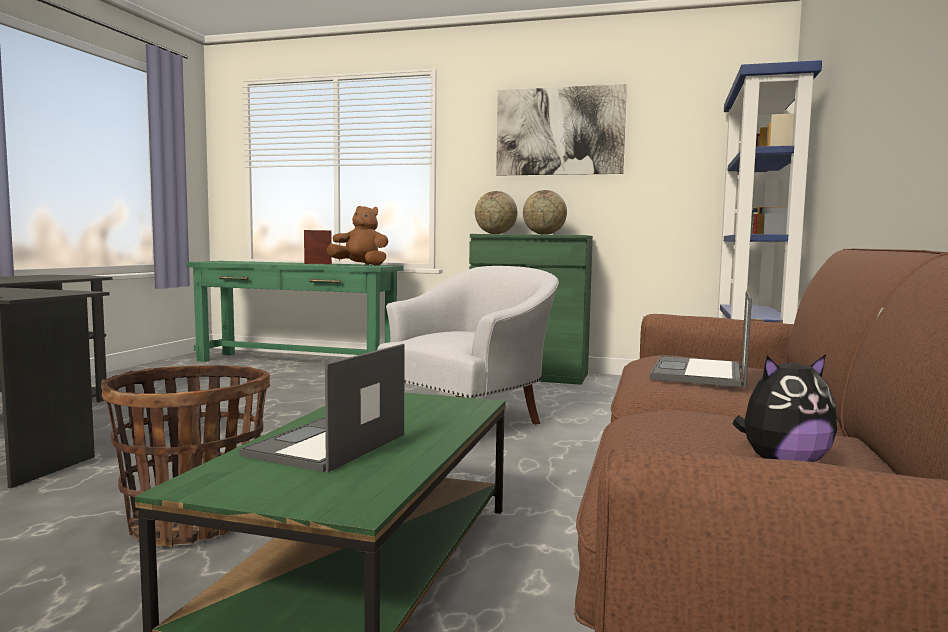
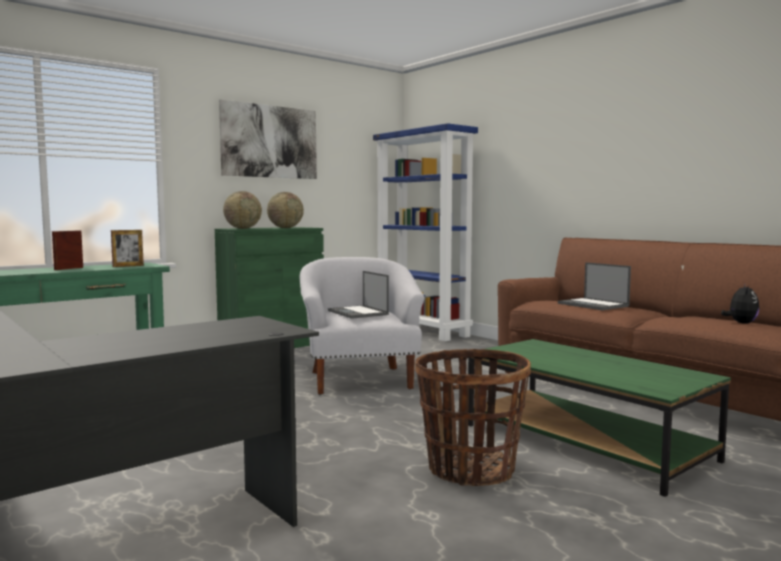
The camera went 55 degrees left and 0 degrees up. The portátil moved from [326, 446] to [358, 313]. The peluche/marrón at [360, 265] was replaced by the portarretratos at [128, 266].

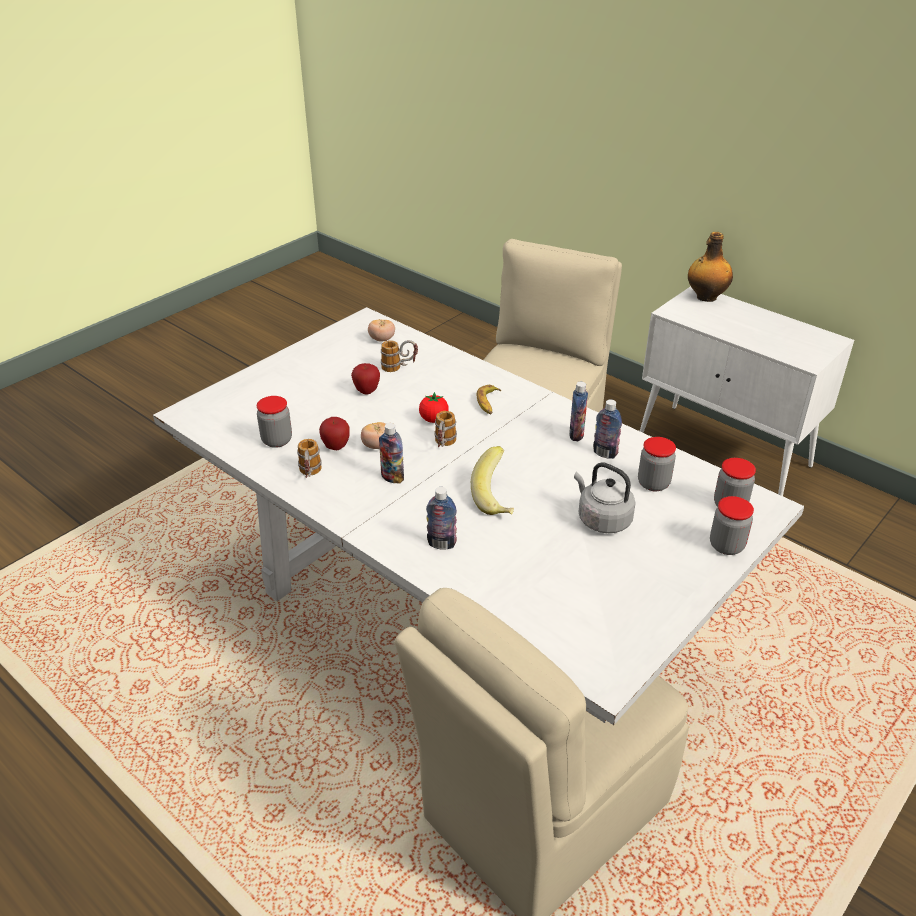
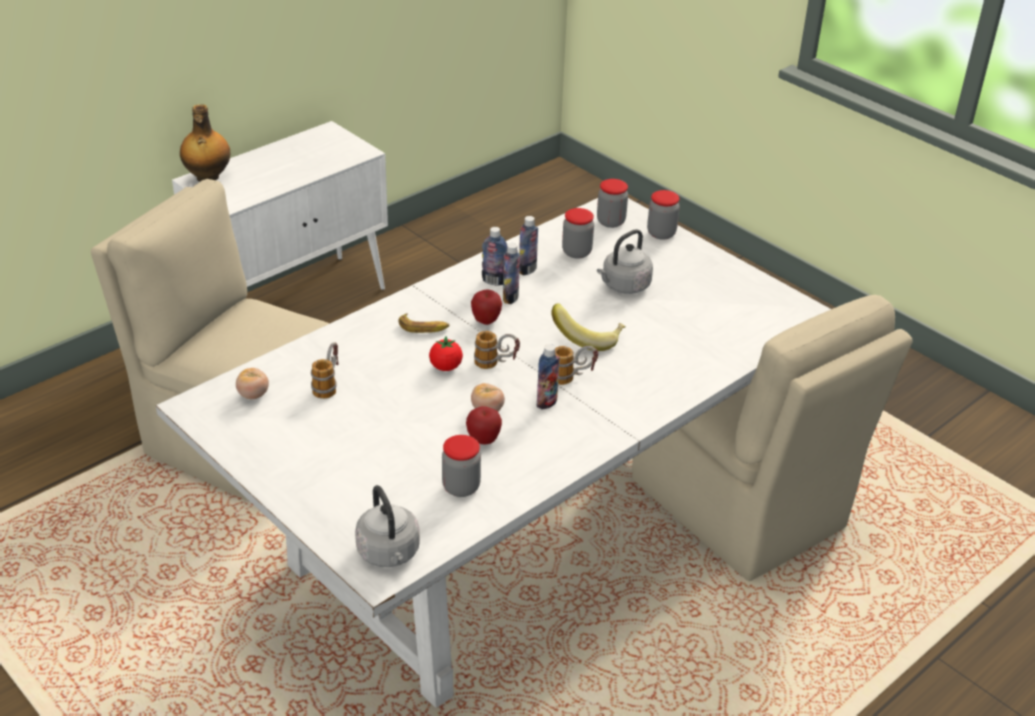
The camera went 85 degrees left and 0 degrees up. The hervidor/gris at [389, 554] appeared. The taza grande moved from [310, 475] to [572, 378]. The manzana moved from [366, 391] to [486, 321]. The botella moved from [441, 544] to [510, 297].

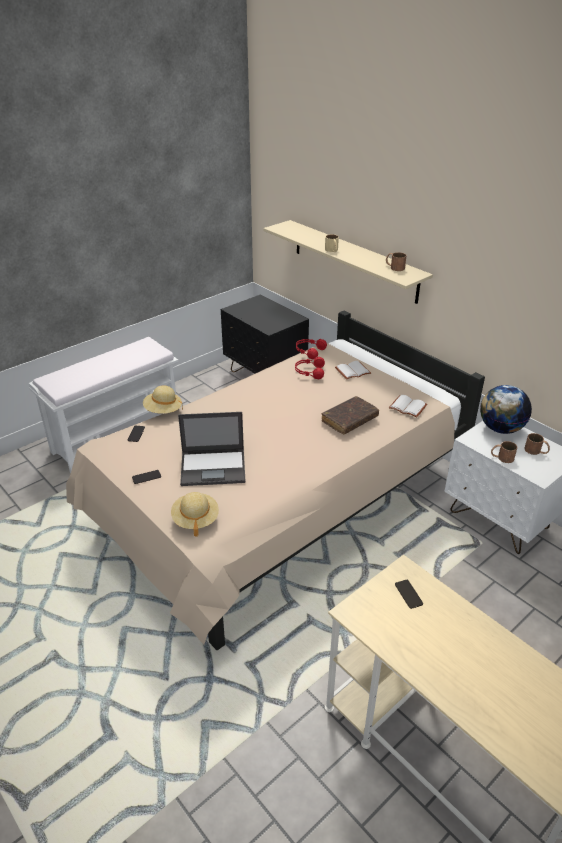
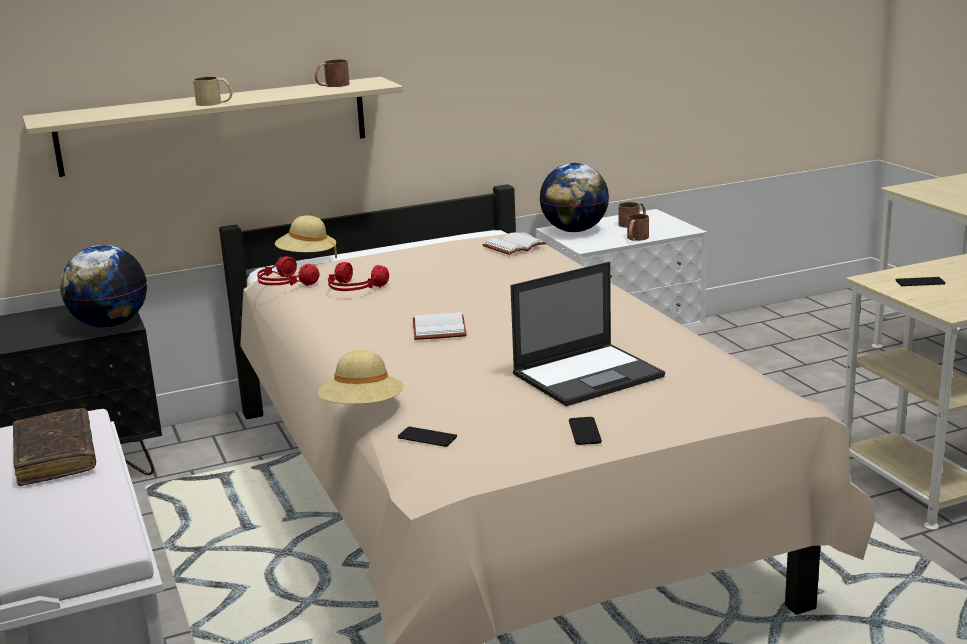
The camera went 70 degrees left and 15 degrees down. The globo terráqueo at [110, 325] appeared. The sombrero/beis moved from [195, 519] to [307, 257]. The libro/marrón moved from [349, 420] to [55, 457]. The libro/blanco moved from [353, 371] to [437, 329]. The portátil at [214, 467] turned 45 degrees clockwise.

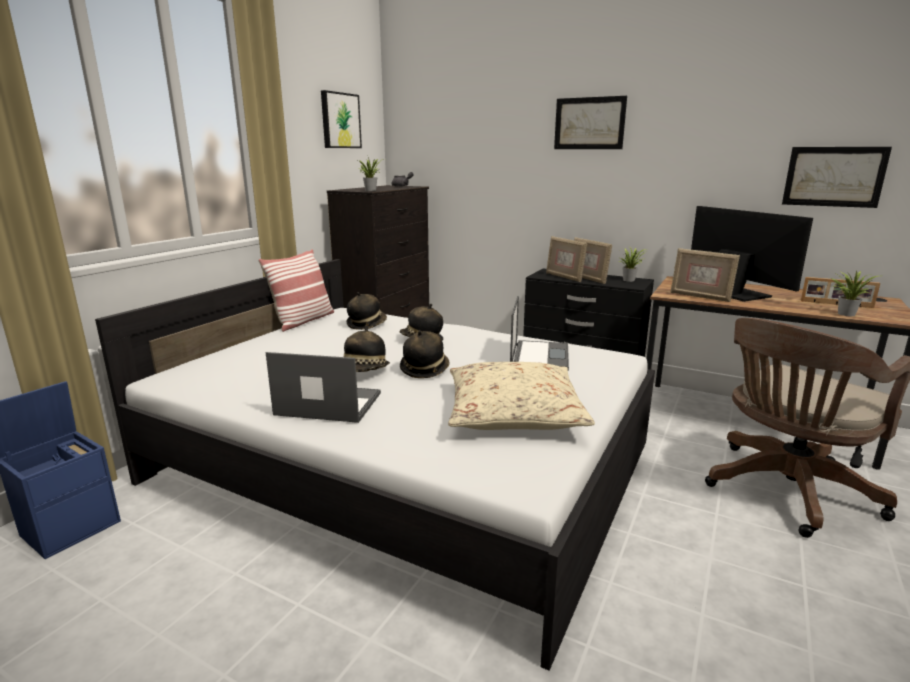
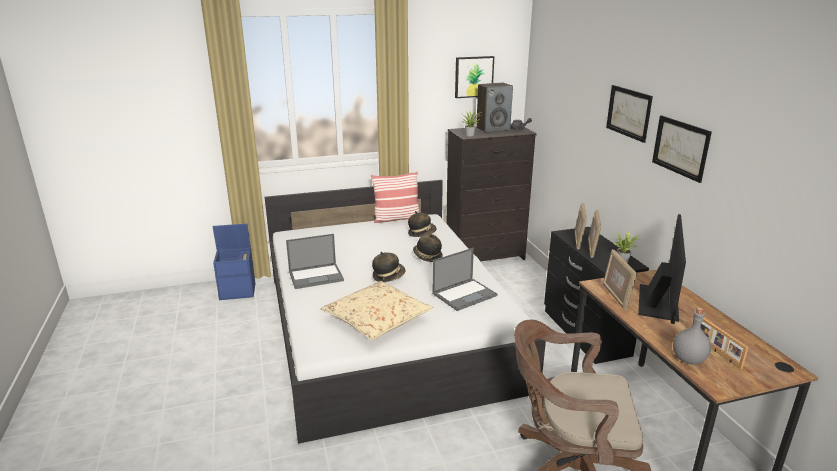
The camera went 45 degrees right and 5 degrees up. The sombrero at [365, 371] disappeared. The altavoz at [493, 129] appeared. The cuadro moved from [833, 176] to [680, 147]. The planta en maceta at [845, 313] was replaced by the botella/gris at [688, 359]. The portátil at [327, 404] turned 105 degrees clockwise.

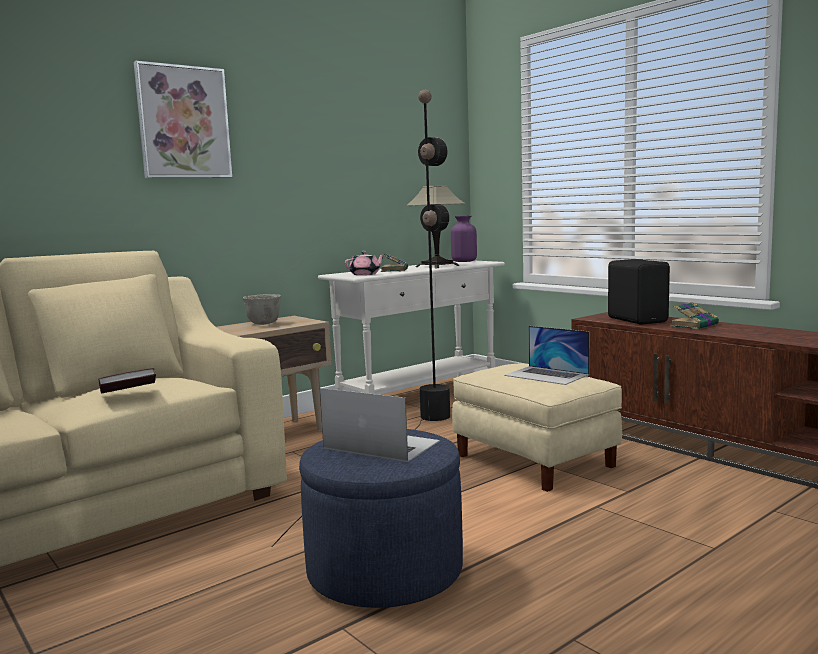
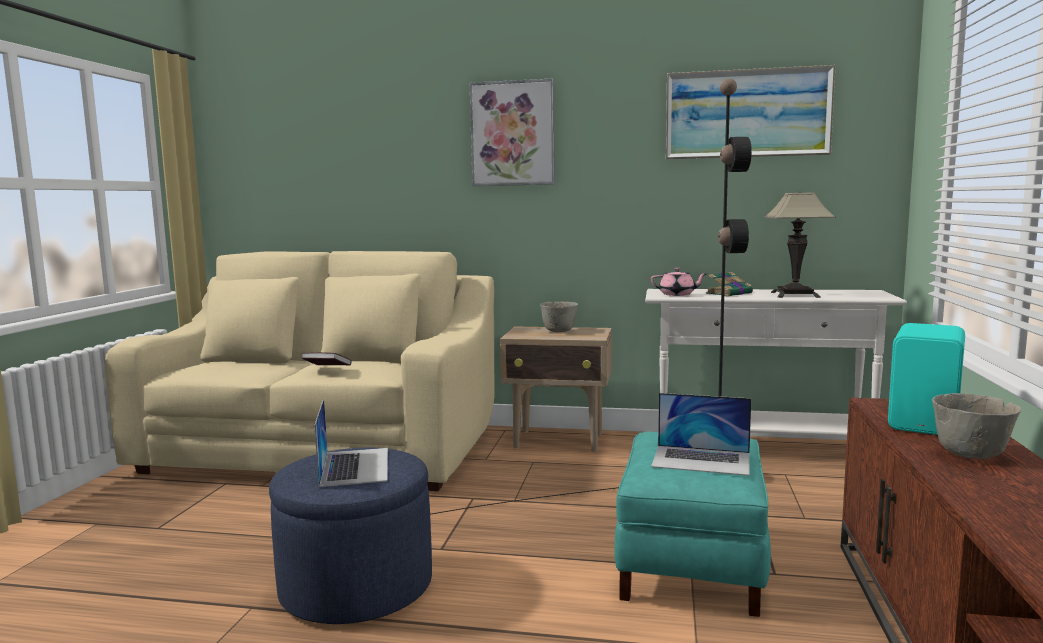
The camera went 50 degrees right and 0 degrees up. The florero/morado at [464, 261] disappeared. The cuadro at [747, 114] appeared. The libro at [694, 325] was replaced by the cuenco/gris at [972, 454]. The puf/beis at [535, 461] became the puf/turquesa at [692, 565]. The altavoz/negro at [638, 320] became the altavoz/turquesa at [926, 422]. The portátil at [546, 375] turned 75 degrees counterclockwise.

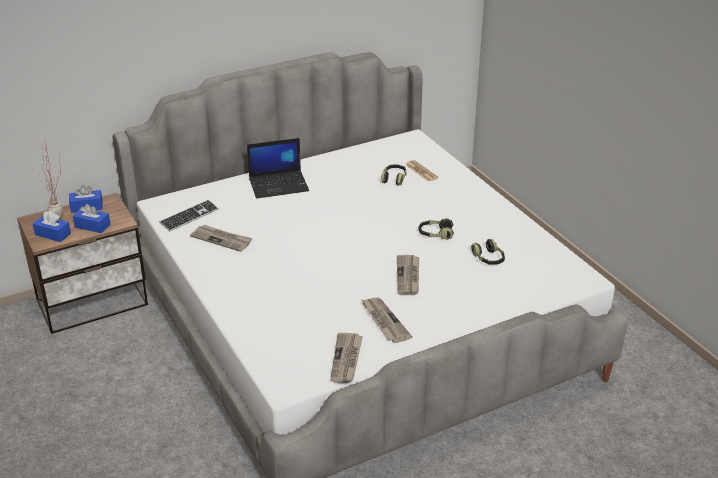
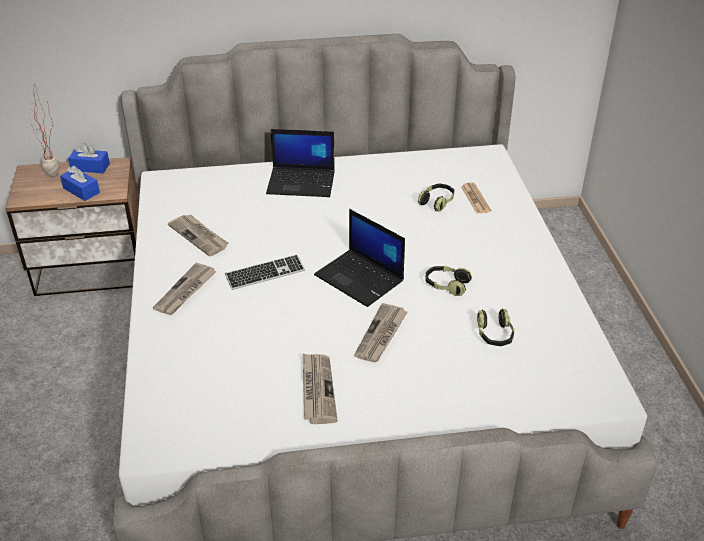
The camera went 20 degrees right and 5 degrees up. The caja de pañuelos/azul at [53, 234] disappeared. The portátil at [360, 278] appeared. The teclado moved from [189, 217] to [265, 274]. The periódico moved from [346, 359] to [185, 291].

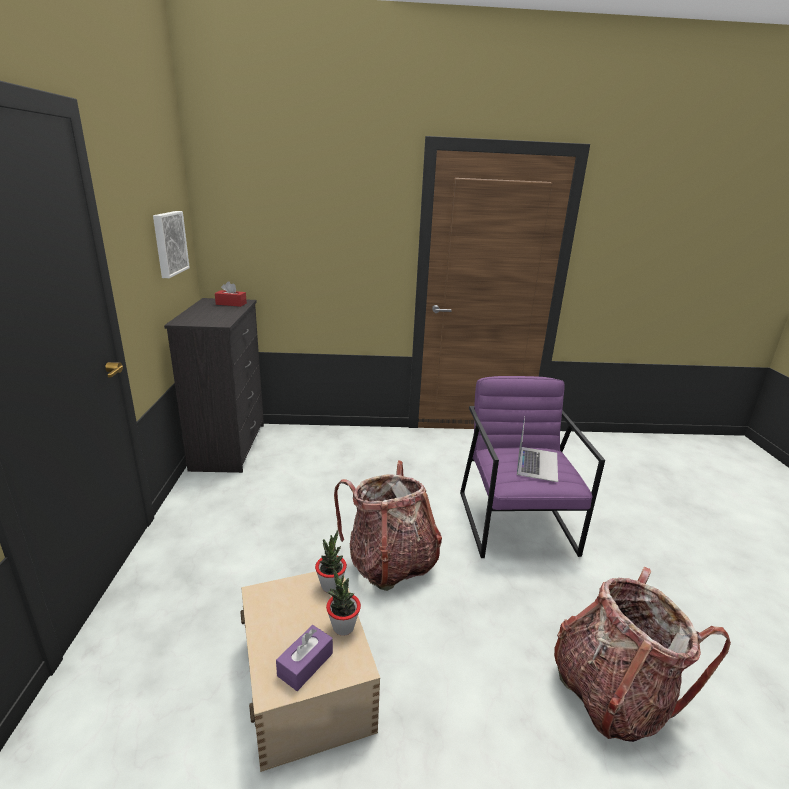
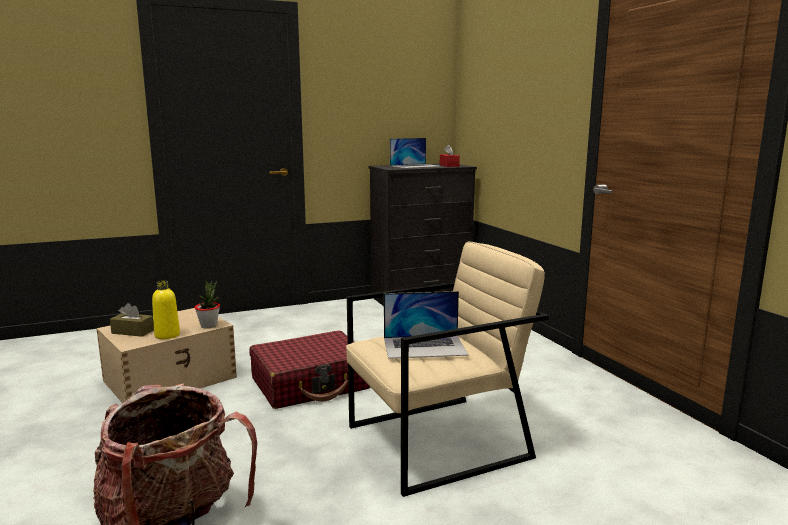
The camera went 70 degrees right and 10 degrees down. The cuadro at [169, 243] disappeared. The portátil at [415, 166] appeared. The planta en maceta at [343, 627] was replaced by the botella/amarillo at [167, 335]. The mochila at [390, 562] was replaced by the maleta/rojo at [311, 384]. The caja de pañuelos/morado at [305, 664] became the caja de pañuelos/marrón at [133, 331]. The sillón/morado at [516, 522] became the sillón/beis at [438, 442].

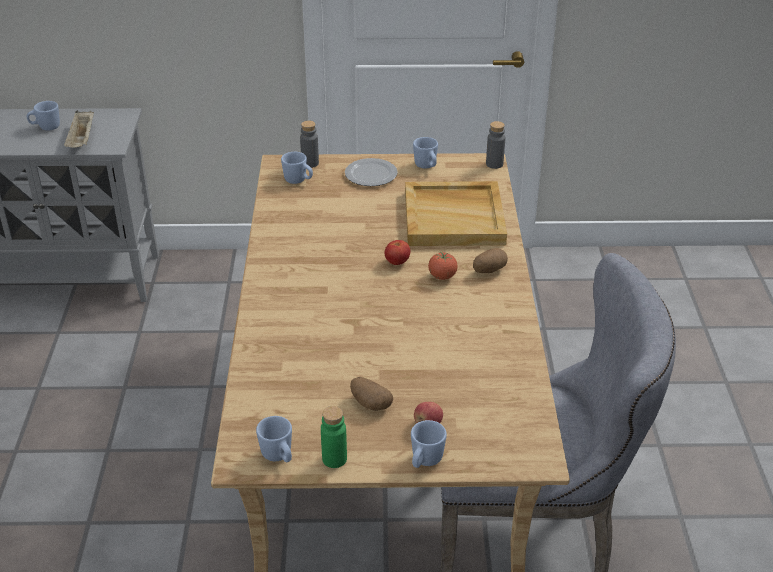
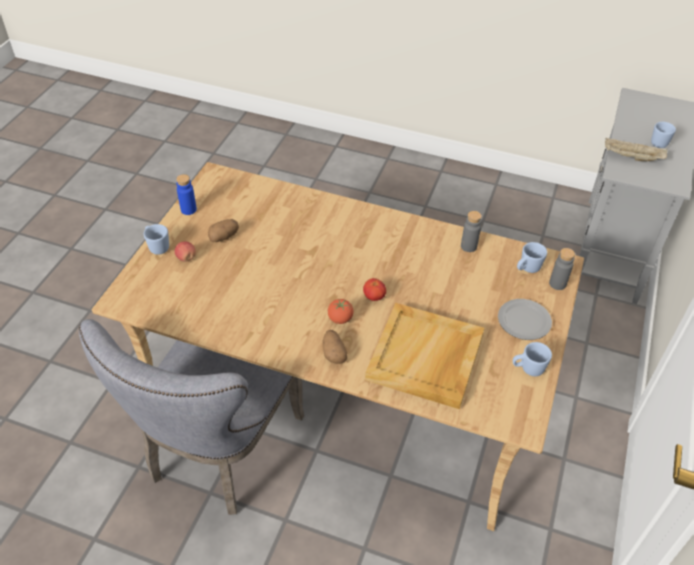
The camera went 110 degrees right and 10 degrees up. The taza grande/azul at [279, 456] disappeared. The botella/gris moved from [494, 164] to [468, 246]. The botella/verde at [334, 459] became the botella/azul at [188, 209].

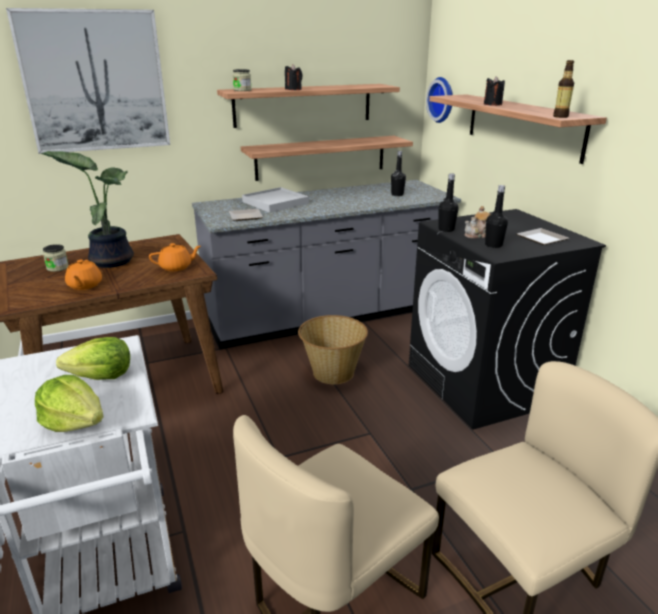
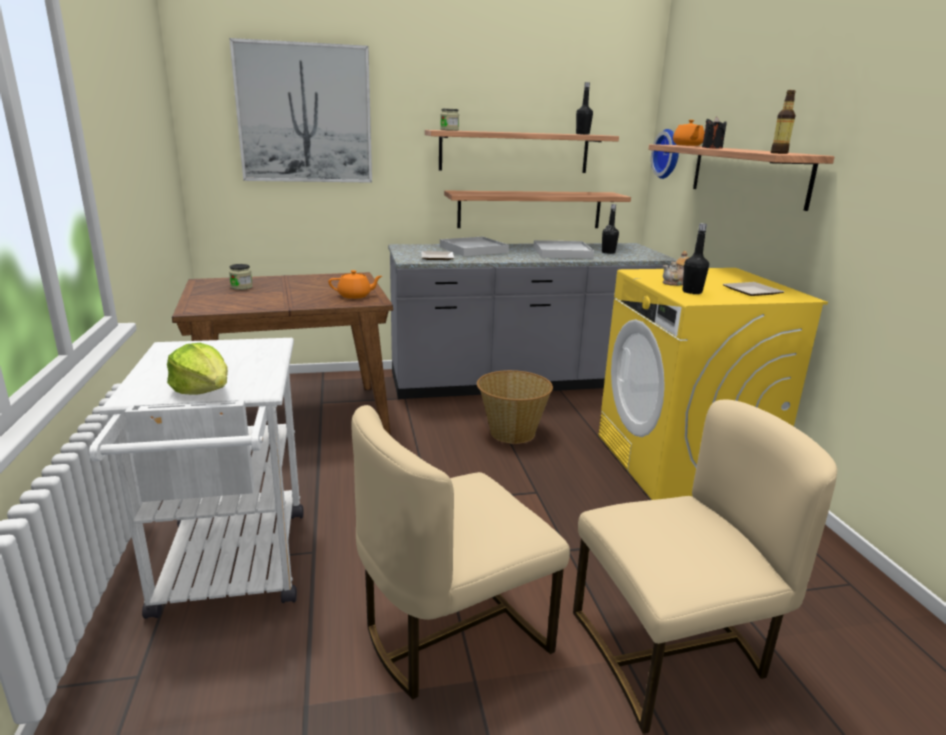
The camera went 10 degrees right and 5 degrees down. The planta en maceta at [111, 260] disappeared. The lechuga at [101, 376] disappeared. The vela/negro at [293, 89] disappeared. The bandeja/blanco at [562, 253] appeared. The tetera/naranja moved from [84, 285] to [687, 145]. The botella/negro moved from [446, 229] to [582, 134]. The lavadora/negro at [484, 384] became the lavadora/amarillo at [682, 462].

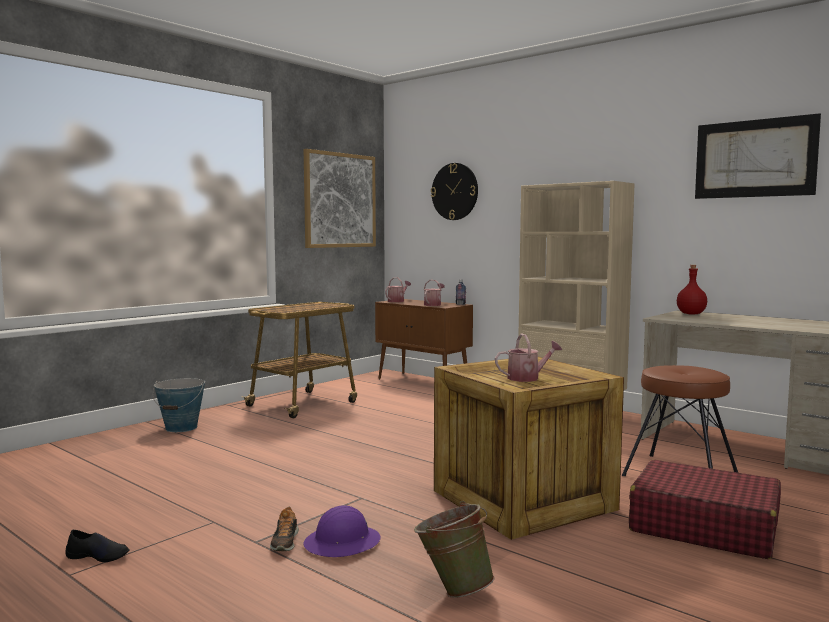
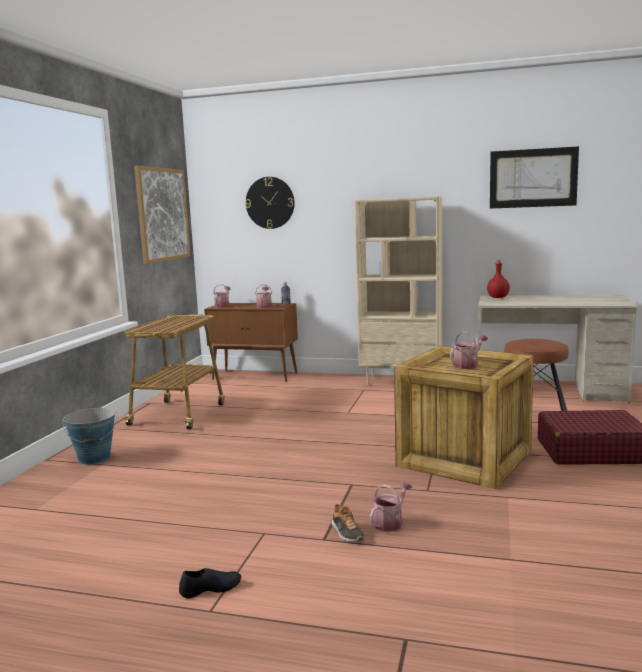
The camera went 25 degrees left and 5 degrees up. The cubo/verde at [453, 589] disappeared. The casco/morado at [342, 543] was replaced by the regadera at [390, 522].

